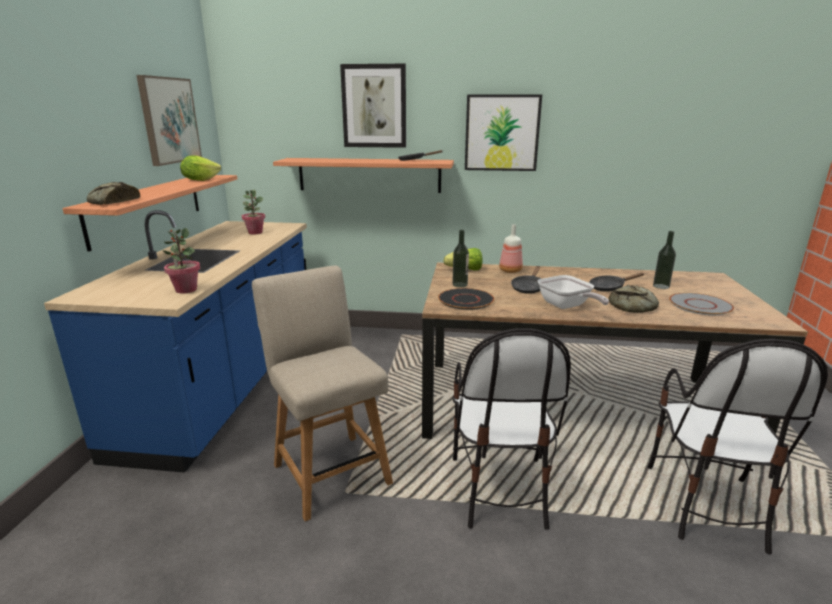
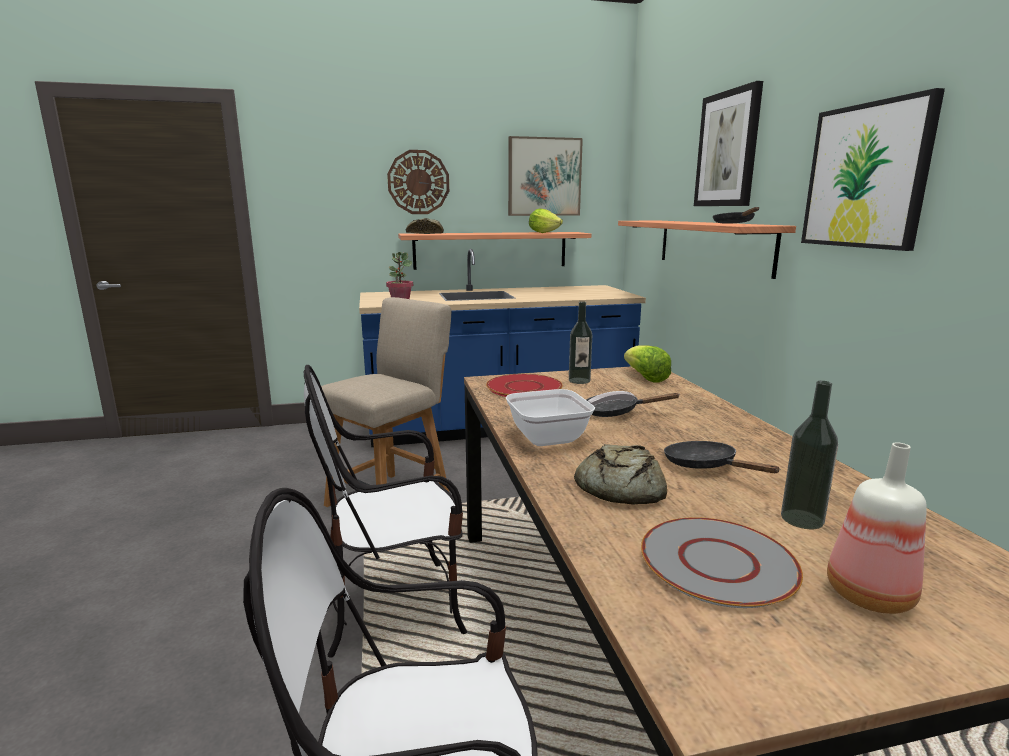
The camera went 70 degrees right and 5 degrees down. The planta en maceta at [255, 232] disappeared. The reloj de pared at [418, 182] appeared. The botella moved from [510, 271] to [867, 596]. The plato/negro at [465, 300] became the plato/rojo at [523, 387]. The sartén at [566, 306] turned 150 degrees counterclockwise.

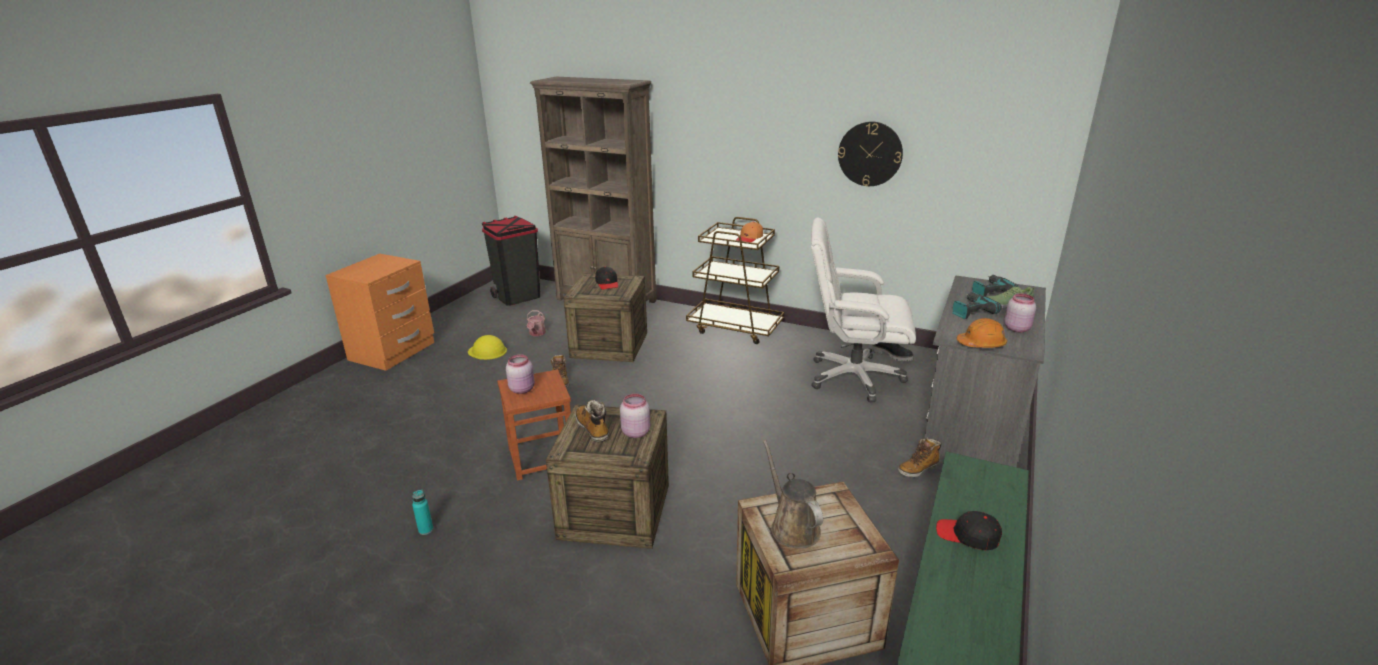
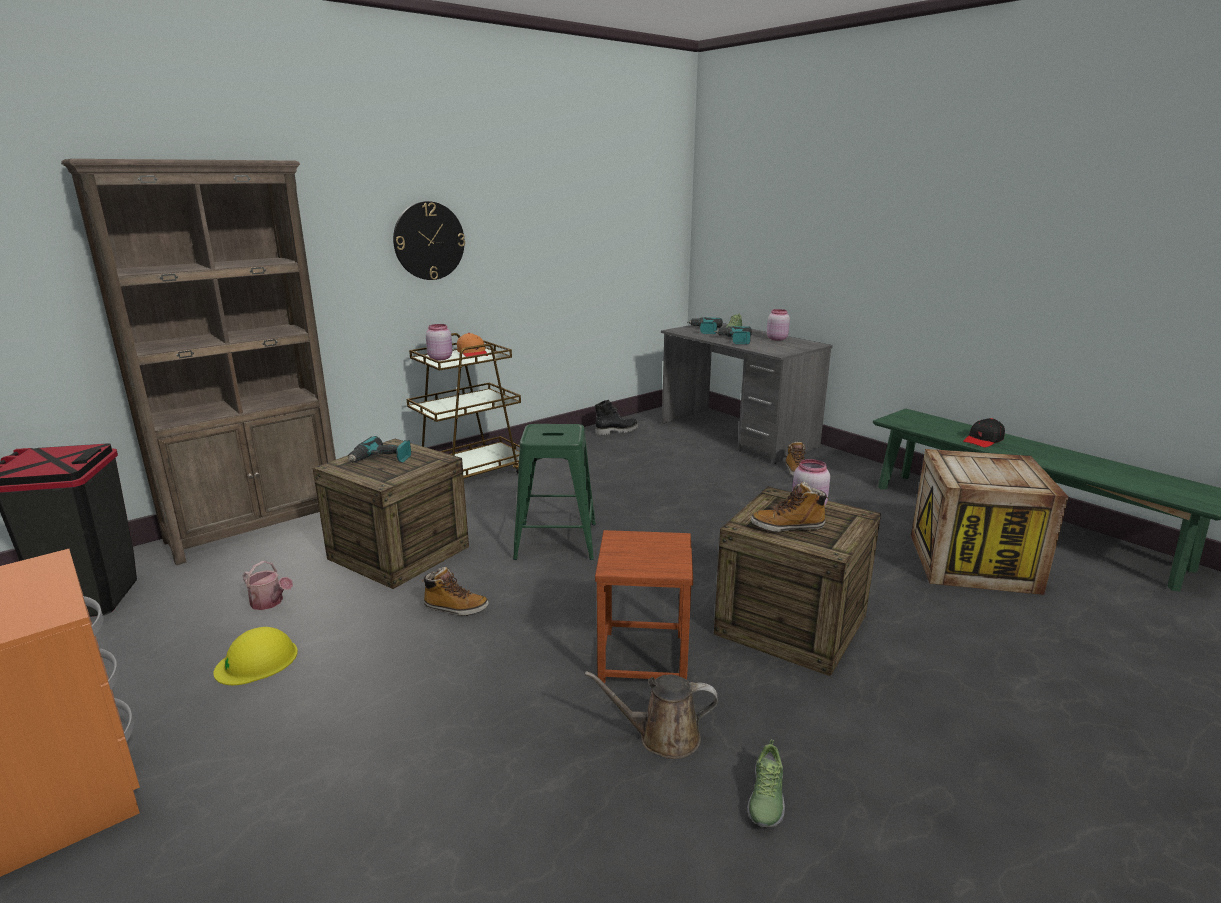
The camera went 65 degrees left and 5 degrees down. The silla de oficina/blanco at [853, 377] disappeared. The casco/naranja at [981, 344] disappeared. The taburete/verde at [556, 540] appeared. The tarro/rosa moved from [523, 389] to [440, 358]. The regadera/marrón moved from [792, 527] to [662, 737]. The reloj de pared moved from [870, 154] to [429, 241]. The botella/turquesa at [426, 530] was replaced by the zapato at [765, 798]. The gorra/negro at [607, 283] was replaced by the taladro at [381, 460].

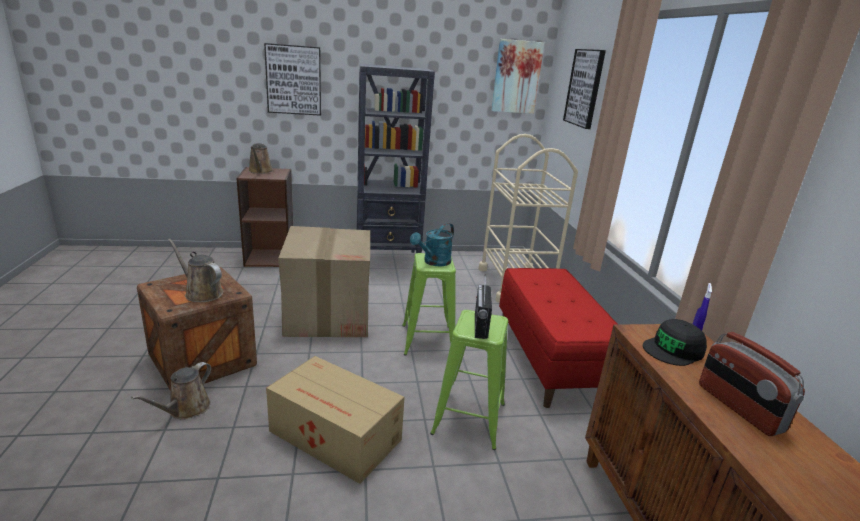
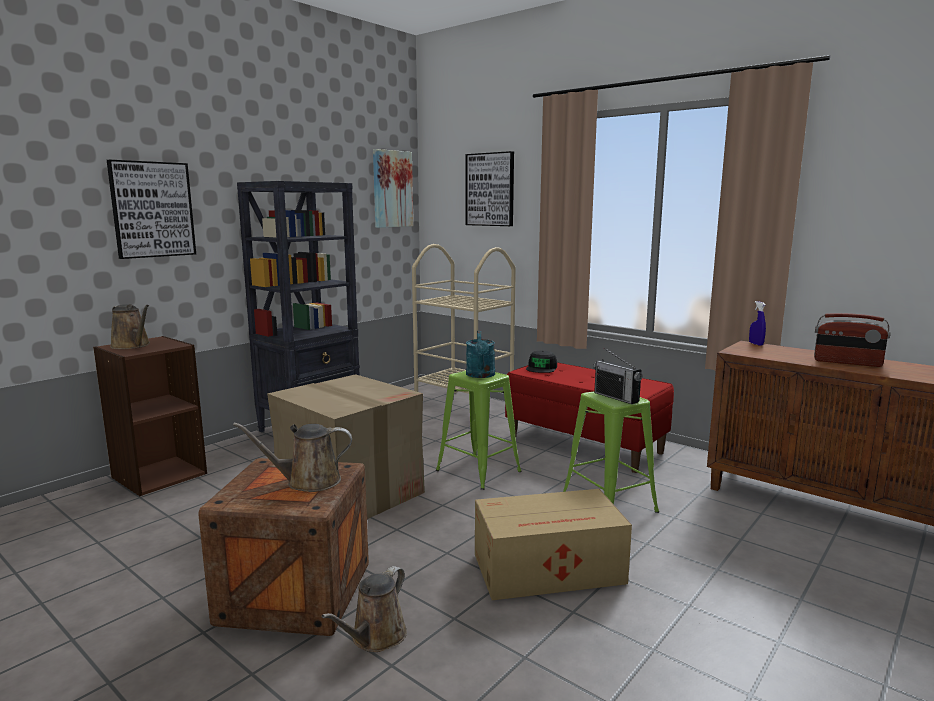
The camera went 40 degrees left and 10 degrees down. The gorra/negro moved from [673, 350] to [541, 368]. The regadera/marrón at [186, 409] turned 45 degrees clockwise.

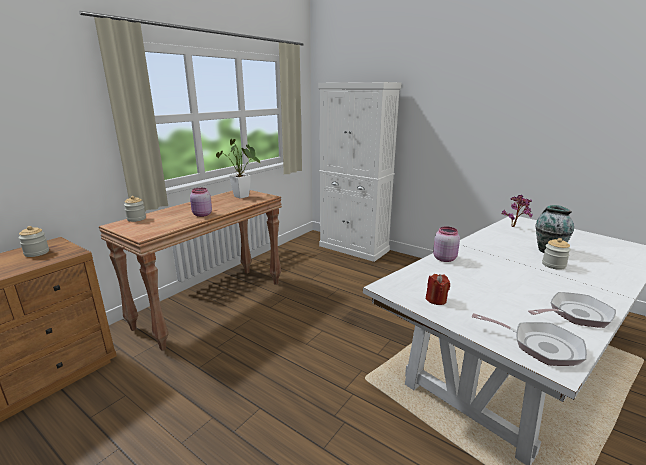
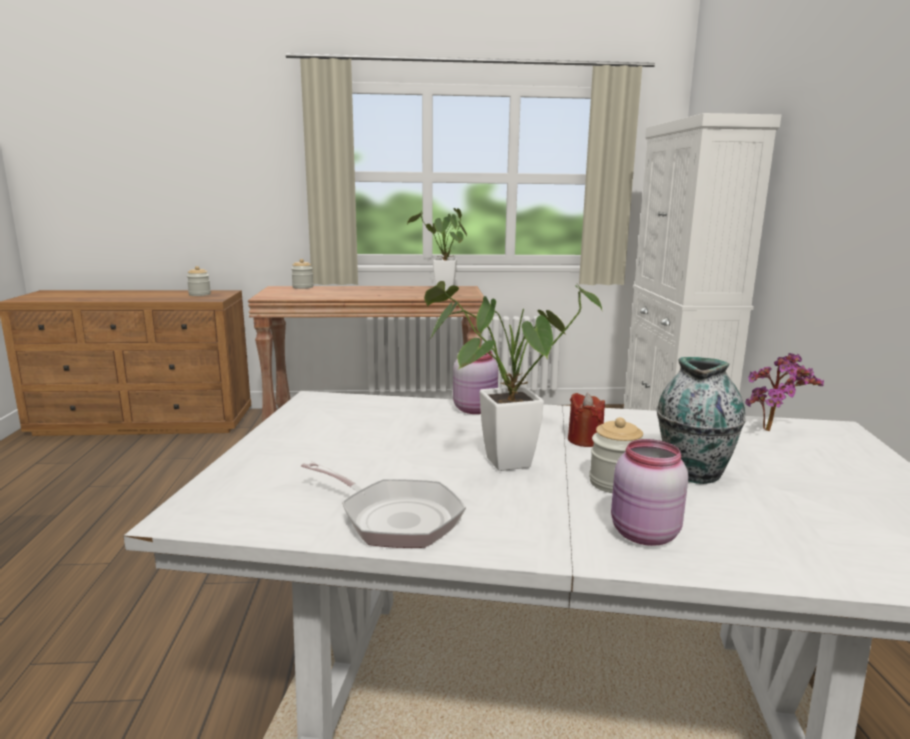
The camera went 50 degrees right and 5 degrees down. The sartén at [540, 346] disappeared. The planta en maceta at [497, 464] appeared. The tarro/rosa moved from [202, 215] to [643, 535]. The vela/rojo moved from [436, 300] to [584, 440].

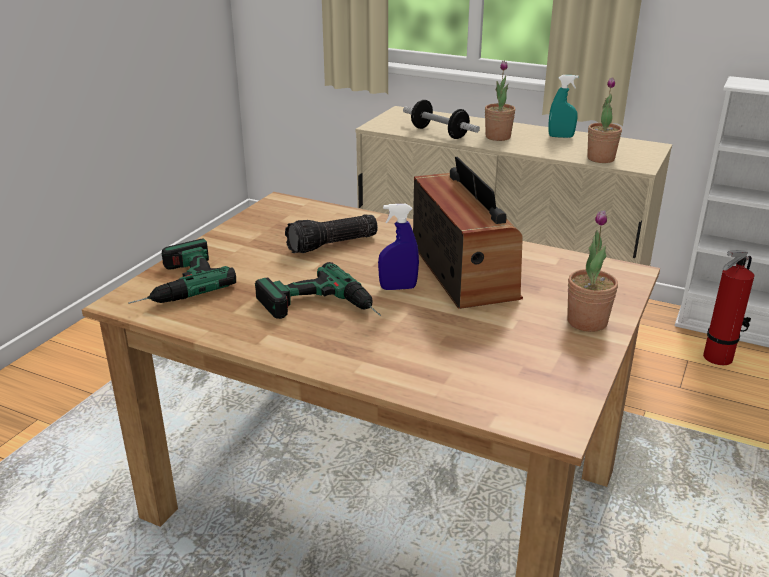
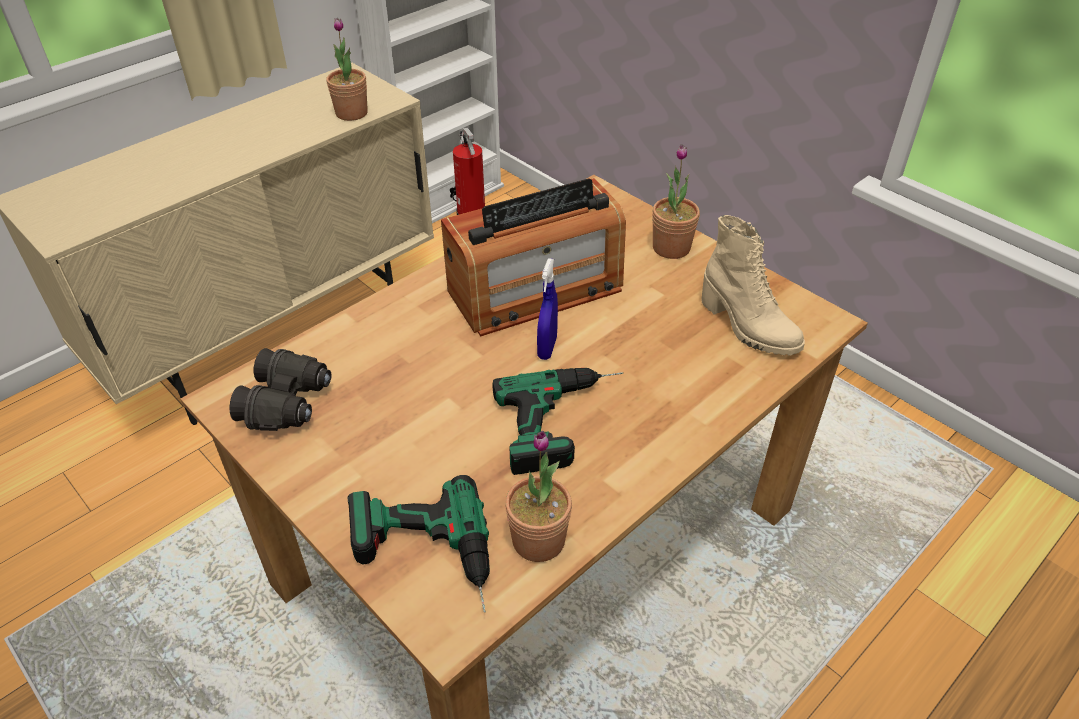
The camera went 70 degrees left and 15 degrees up. The linterna at [332, 245] disappeared. The mancuerna at [439, 133] disappeared. The pulverizador/turquesa at [561, 136] disappeared. The prismáticos/negro at [288, 402] appeared. The bota/beis at [747, 327] appeared. The planta en maceta moved from [498, 137] to [538, 540]. The radio at [463, 271] turned 150 degrees clockwise.

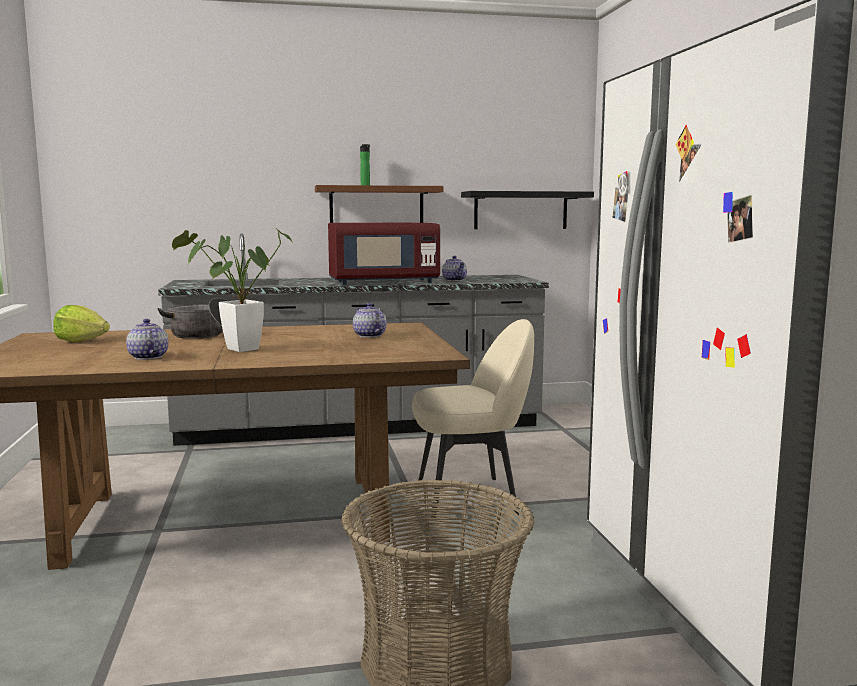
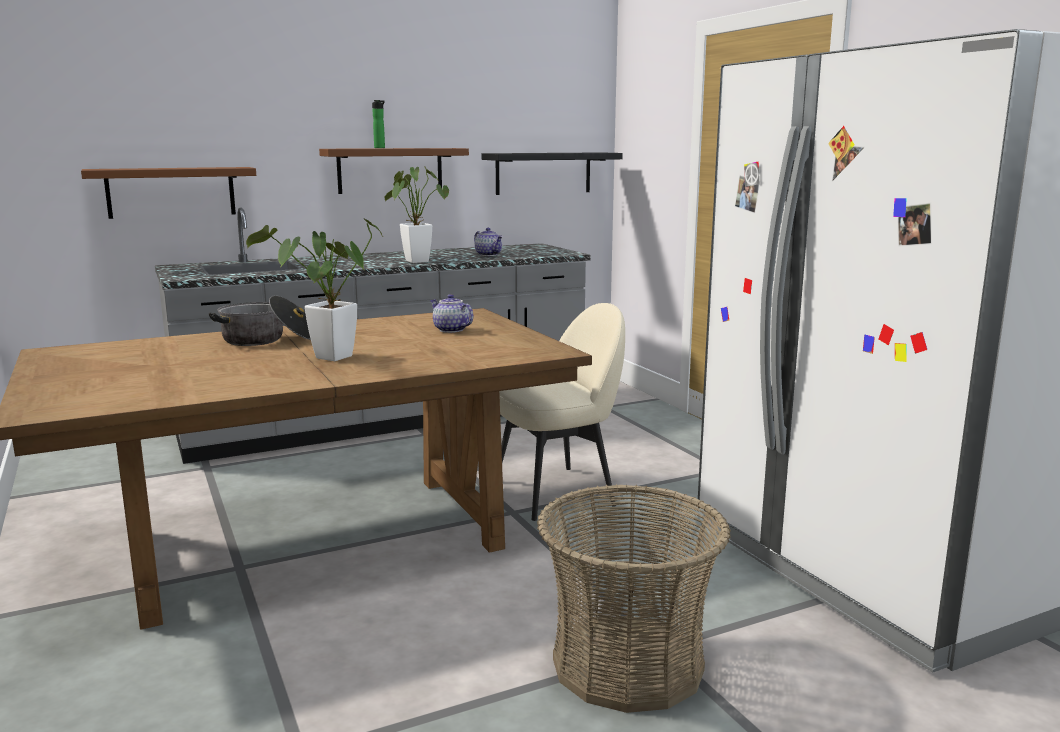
The camera went 15 degrees left and 5 degrees up. The lechuga at [81, 341] disappeared. The tetera at [147, 357] disappeared. The estante/marrón at [171, 192] appeared. The microondas/rojo at [383, 282] was replaced by the planta en maceta at [415, 261].

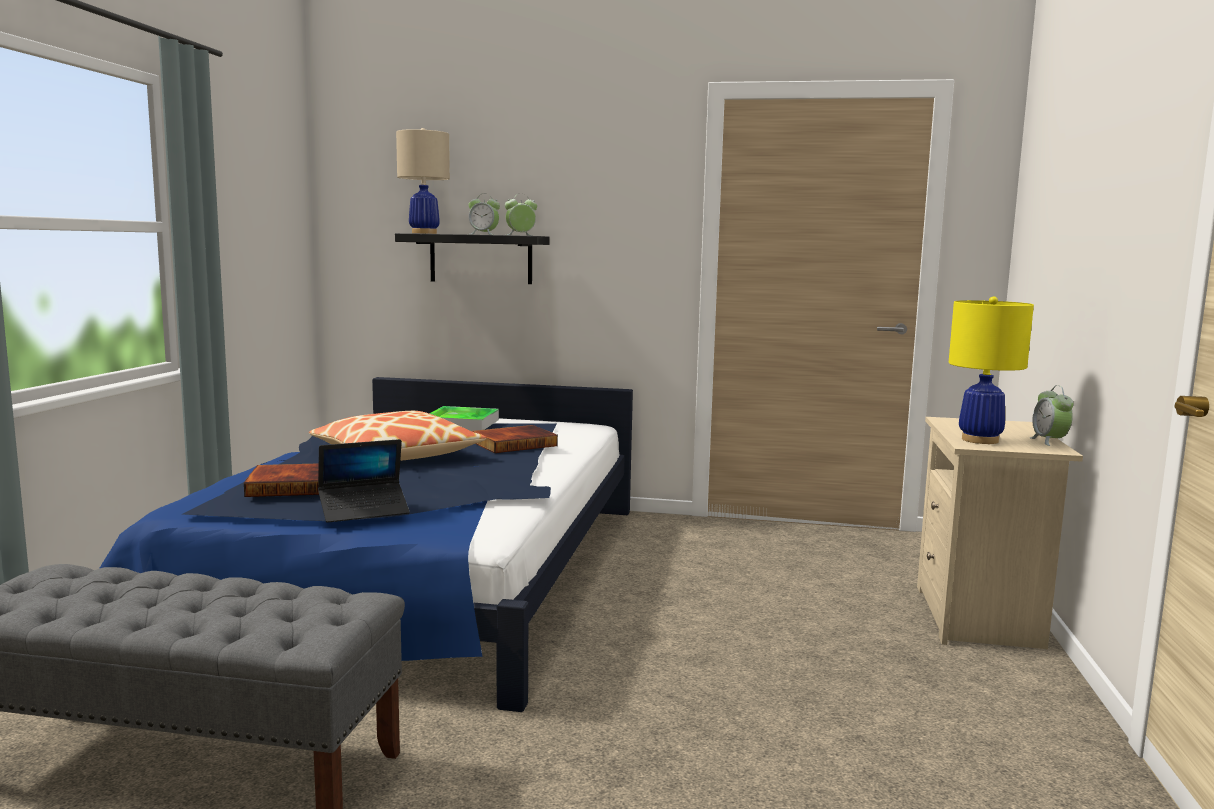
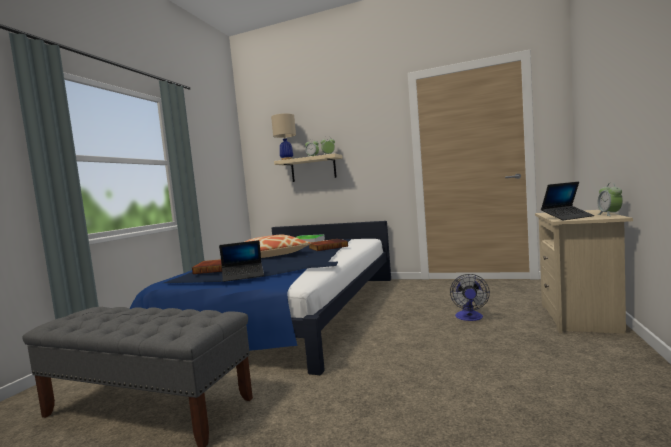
The camera went 10 degrees right and 5 degrees down. The ventilador at [469, 318] appeared. The lámpara de mesa/amarillo at [980, 440] was replaced by the portátil at [567, 217]. The estante/negro at [481, 259] became the estante/beis at [313, 169].

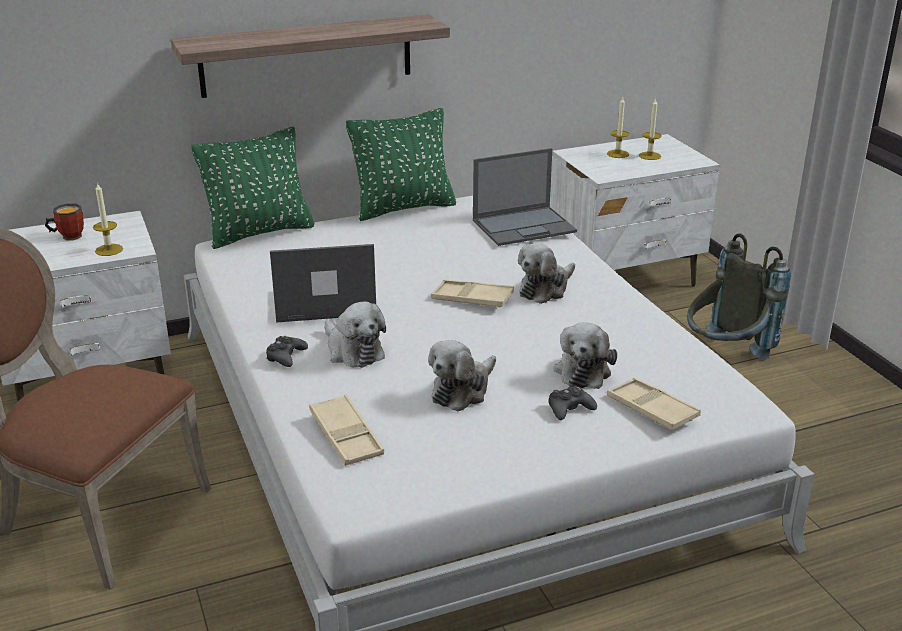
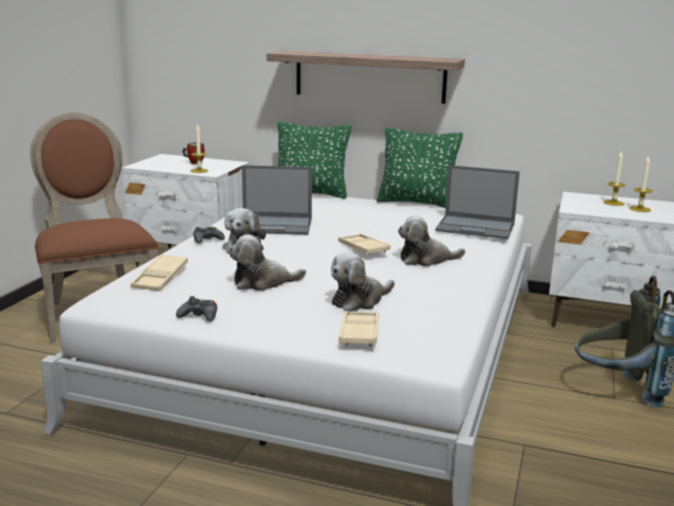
The camera went 40 degrees right and 10 degrees down. The mando de consola/negro moved from [569, 409] to [199, 316]. The portátil at [323, 302] turned 150 degrees clockwise.

